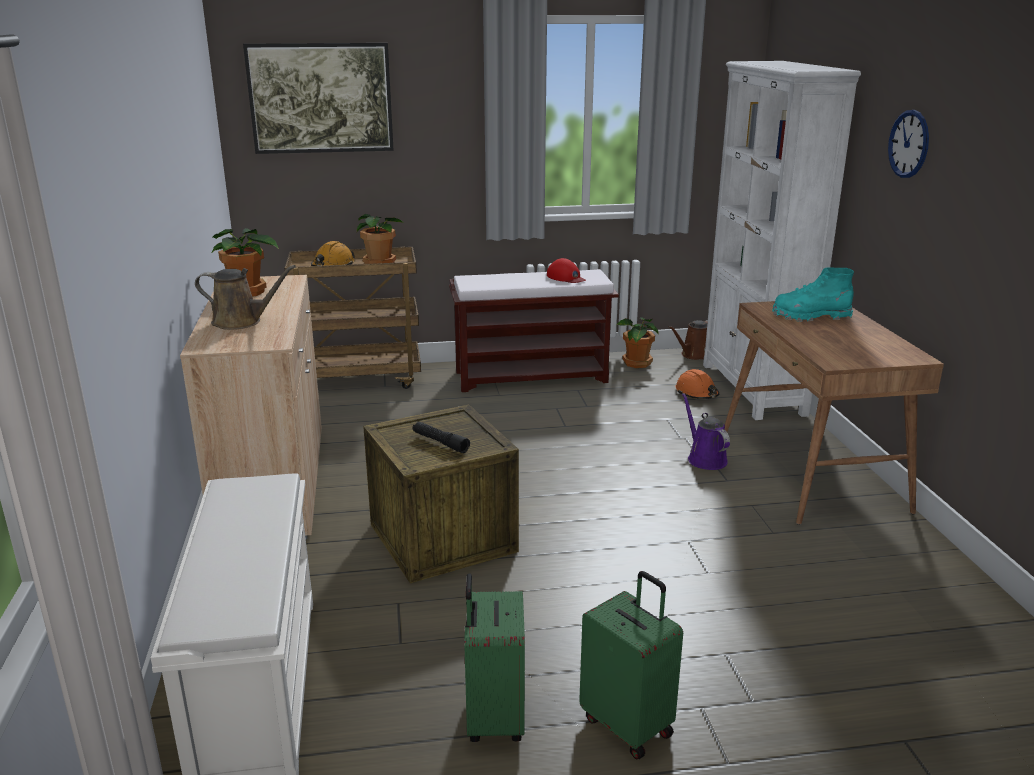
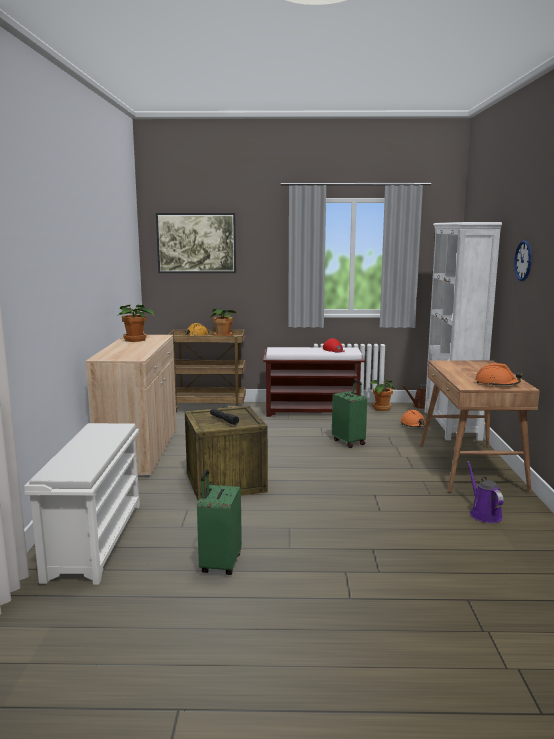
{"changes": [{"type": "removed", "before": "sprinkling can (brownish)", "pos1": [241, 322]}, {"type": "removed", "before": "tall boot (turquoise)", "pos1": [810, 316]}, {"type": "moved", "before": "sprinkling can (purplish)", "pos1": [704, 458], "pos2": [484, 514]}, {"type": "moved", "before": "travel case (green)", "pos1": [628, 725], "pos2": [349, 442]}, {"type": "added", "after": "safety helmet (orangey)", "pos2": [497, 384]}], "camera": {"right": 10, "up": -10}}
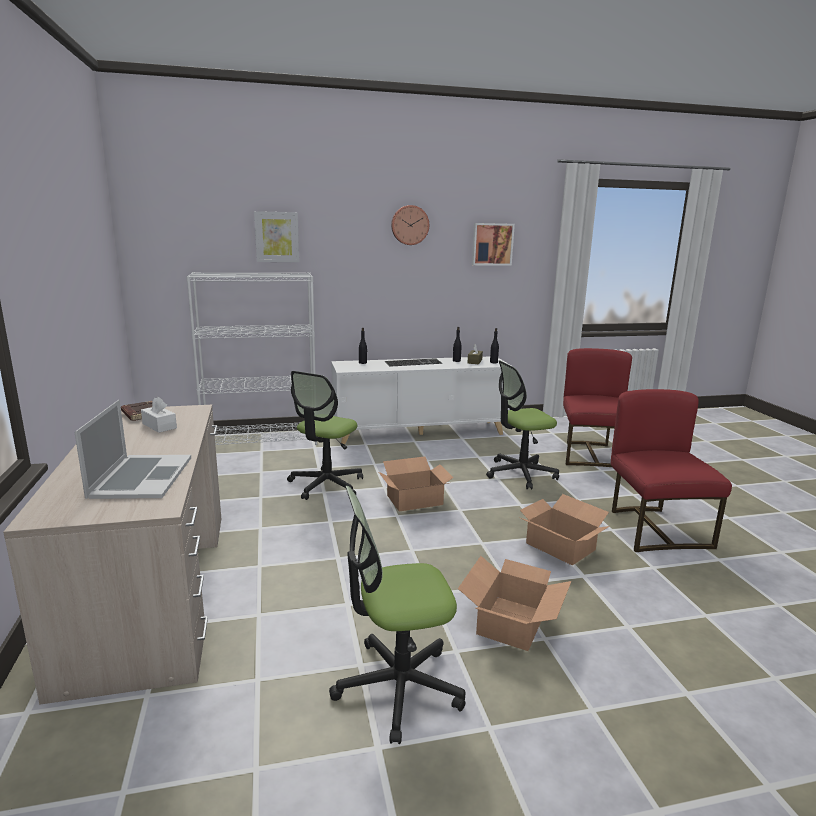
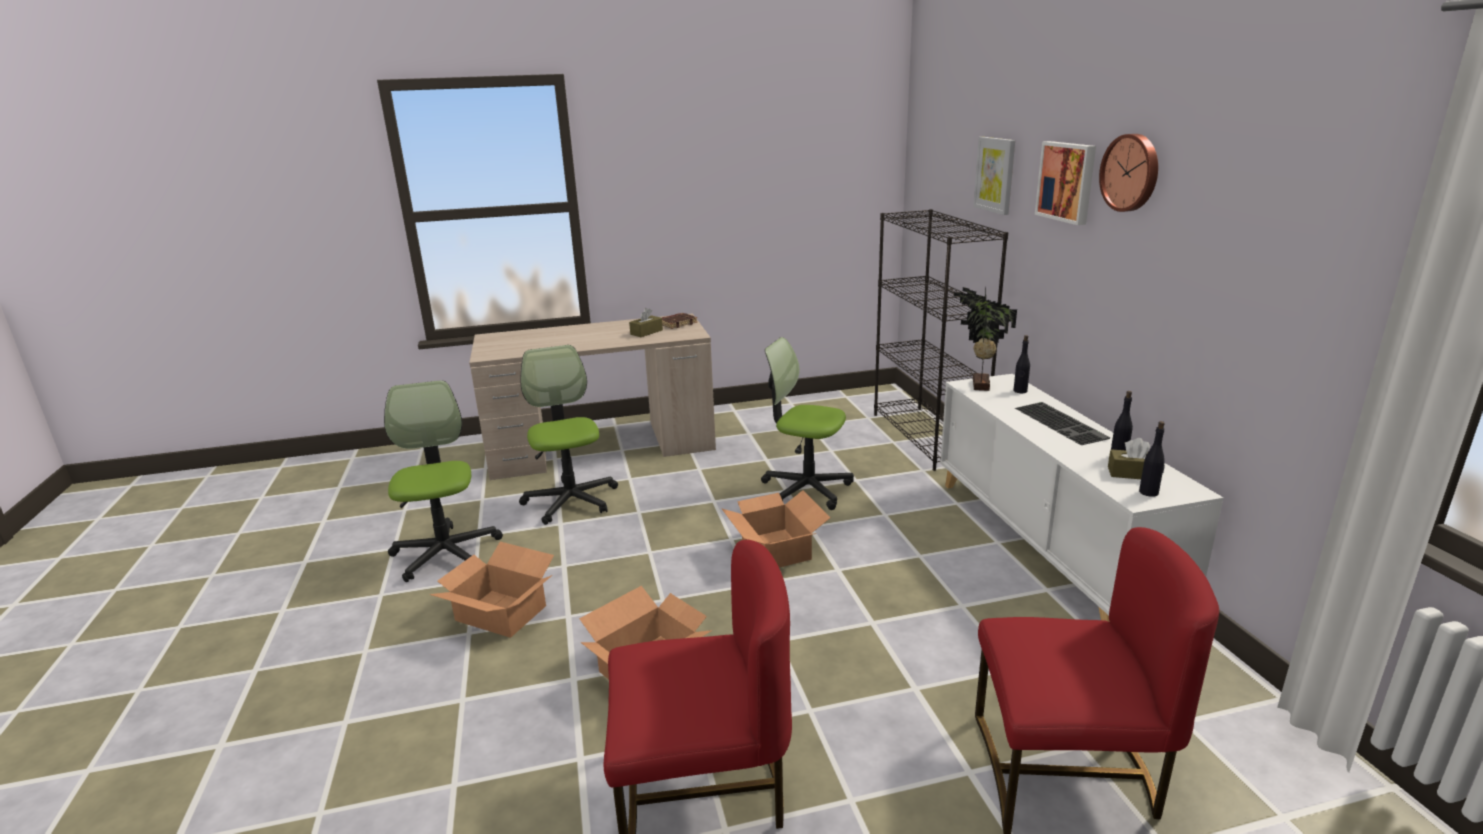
{"changes": [{"type": "moved", "before": "picture", "pos1": [492, 244], "pos2": [1067, 181]}, {"type": "recoloured", "before": "bookcase (whitish)", "after": "bookcase (black)", "pos1": [262, 440], "pos2": [927, 437]}, {"type": "moved", "before": "computer chair", "pos1": [520, 473], "pos2": [571, 501]}, {"type": "recoloured", "before": "box of tissues (whitish)", "after": "box of tissues (brownish)", "pos1": [159, 426], "pos2": [646, 332]}, {"type": "removed", "before": "laptop", "pos1": [141, 477]}, {"type": "added", "after": "houseplant", "pos2": [978, 385]}], "camera": {"right": 90, "up": 5}}
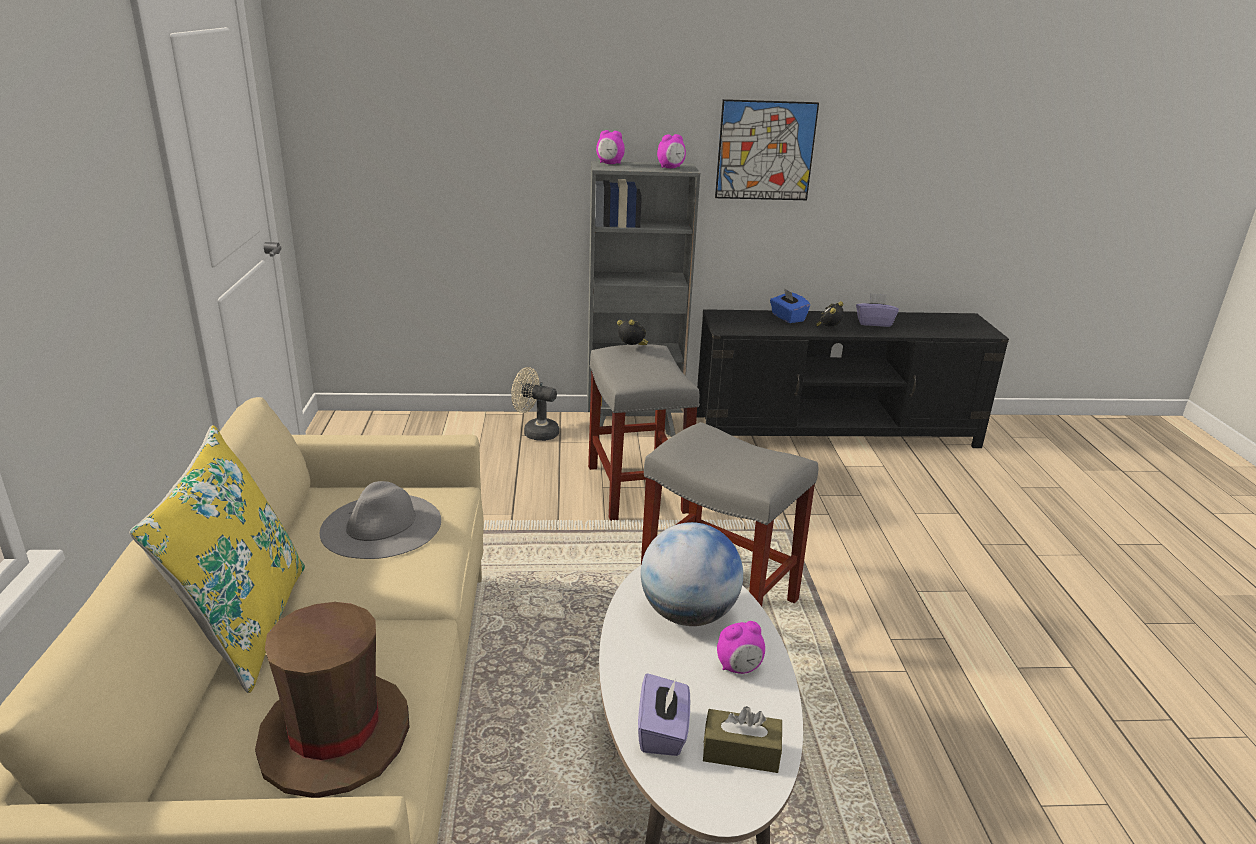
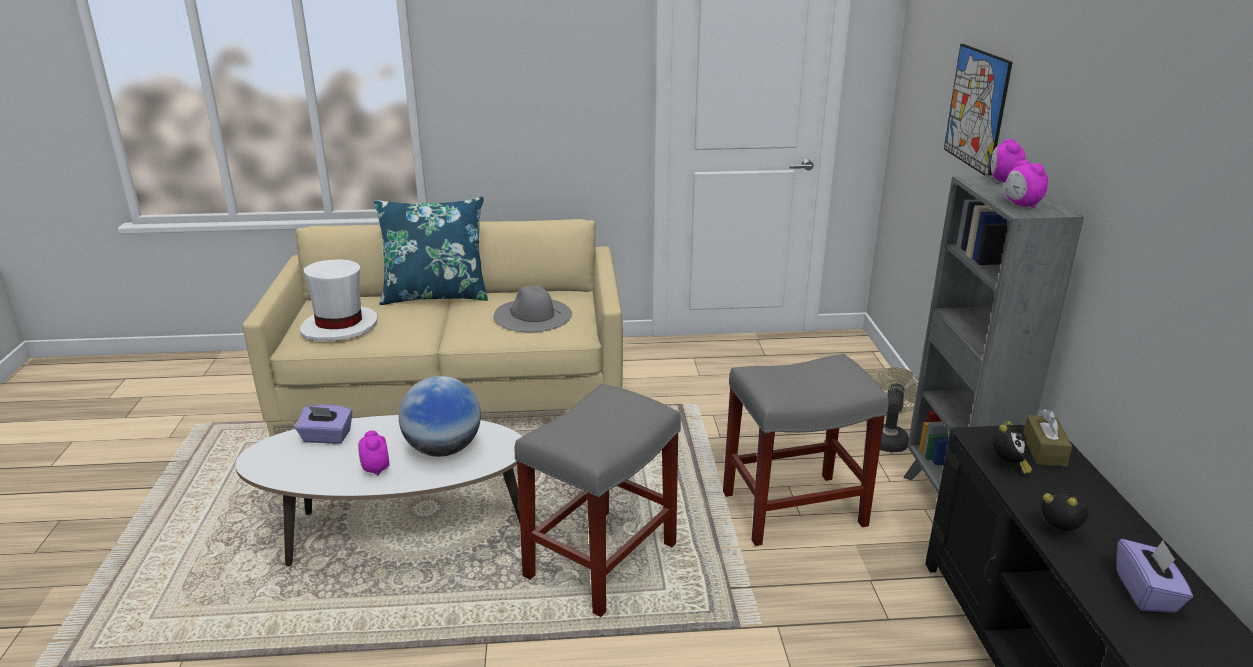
{"changes": [{"type": "moved", "before": "picture", "pos1": [765, 151], "pos2": [976, 109]}, {"type": "removed", "before": "box of tissues (bluish)", "pos1": [787, 318]}, {"type": "moved", "before": "alarm clock", "pos1": [632, 348], "pos2": [1008, 465]}, {"type": "recoloured", "before": "pillow (yellow-coloured)", "after": "pillow (bluish)", "pos1": [244, 625], "pos2": [436, 295]}, {"type": "recoloured", "before": "clothing hat (brownish)", "after": "clothing hat (whitish)", "pos1": [335, 735], "pos2": [340, 327]}, {"type": "moved", "before": "box of tissues (brownish)", "pos1": [741, 752], "pos2": [1044, 450]}], "camera": {"right": 90, "up": 0}}
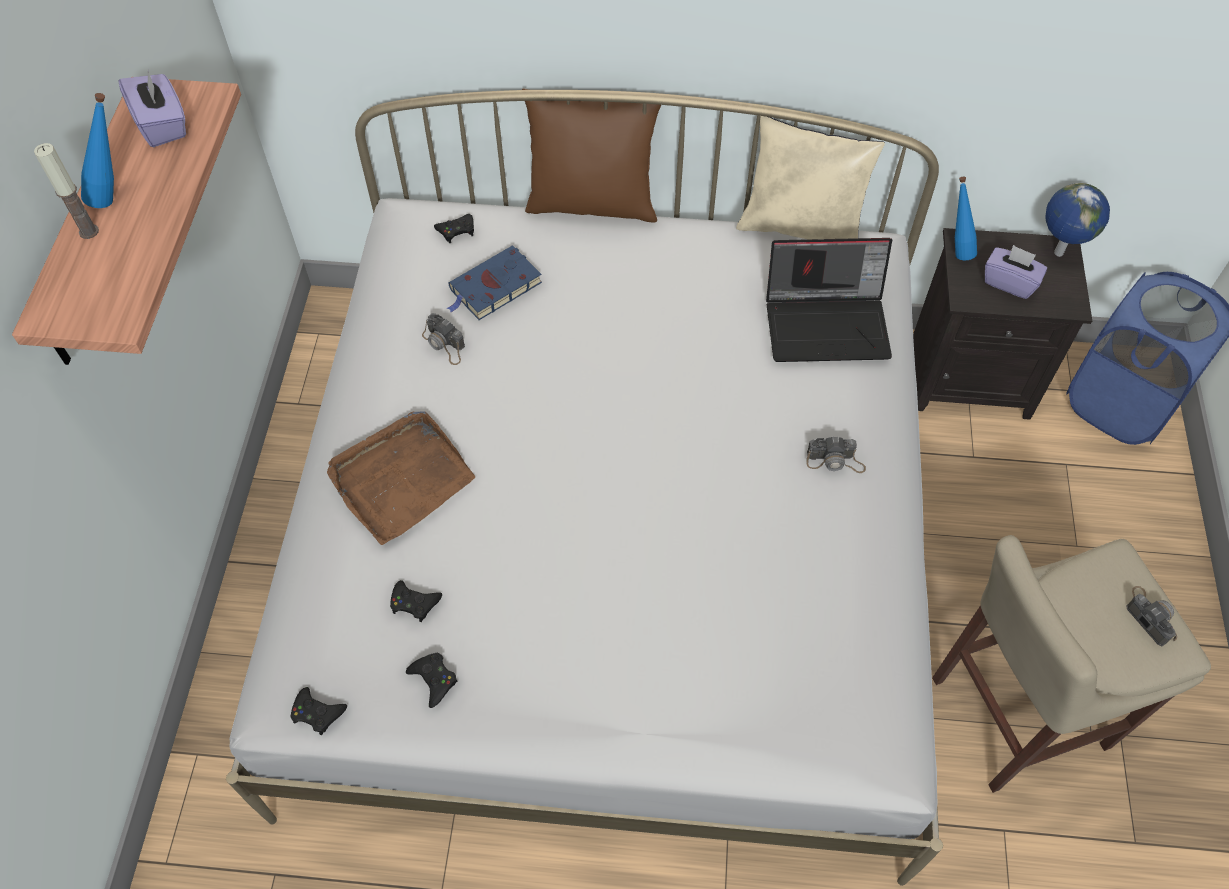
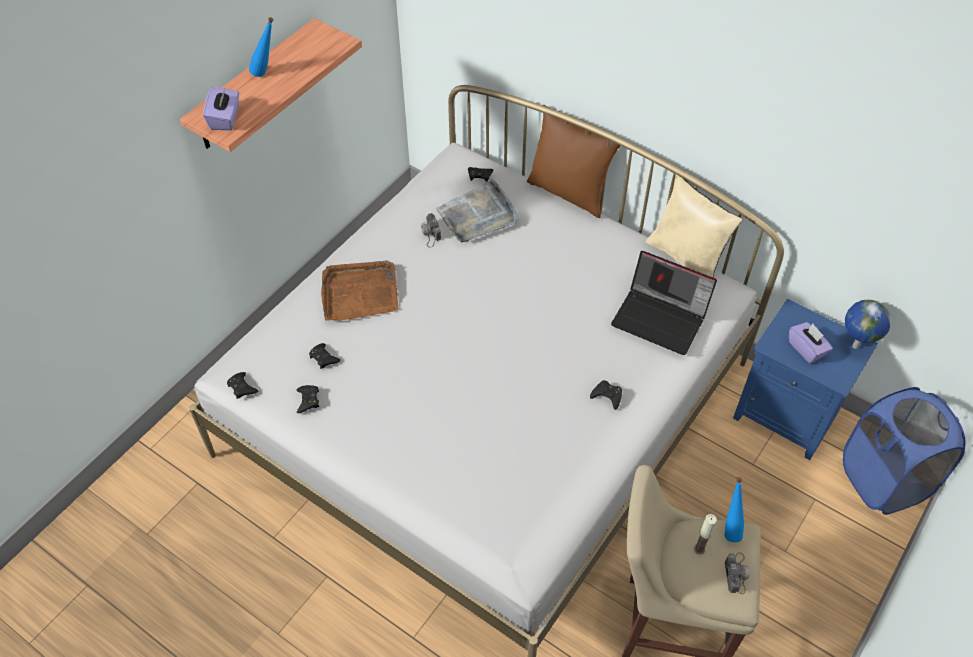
{"changes": [{"type": "moved", "before": "box of tissues (purplish)", "pos1": [162, 125], "pos2": [225, 119]}, {"type": "moved", "before": "wax candle", "pos1": [89, 231], "pos2": [699, 549]}, {"type": "moved", "before": "bottle (bluish)", "pos1": [955, 249], "pos2": [729, 528]}, {"type": "recoloured", "before": "bedside table (black)", "after": "bedside table (bluish)", "pos1": [971, 376], "pos2": [787, 415]}, {"type": "replaced", "before": "book (bluish)", "after": "carrying tray (greyish)", "pos1": [494, 288], "pos2": [478, 215]}, {"type": "replaced", "before": "still camera", "after": "game controller (black)", "pos1": [835, 461], "pos2": [607, 396]}], "camera": {"right": 30, "up": -5}}
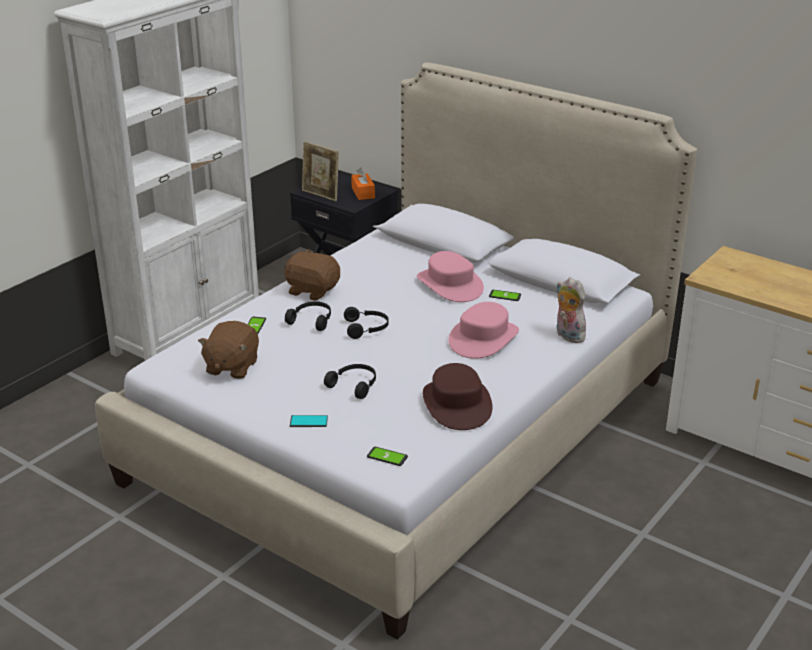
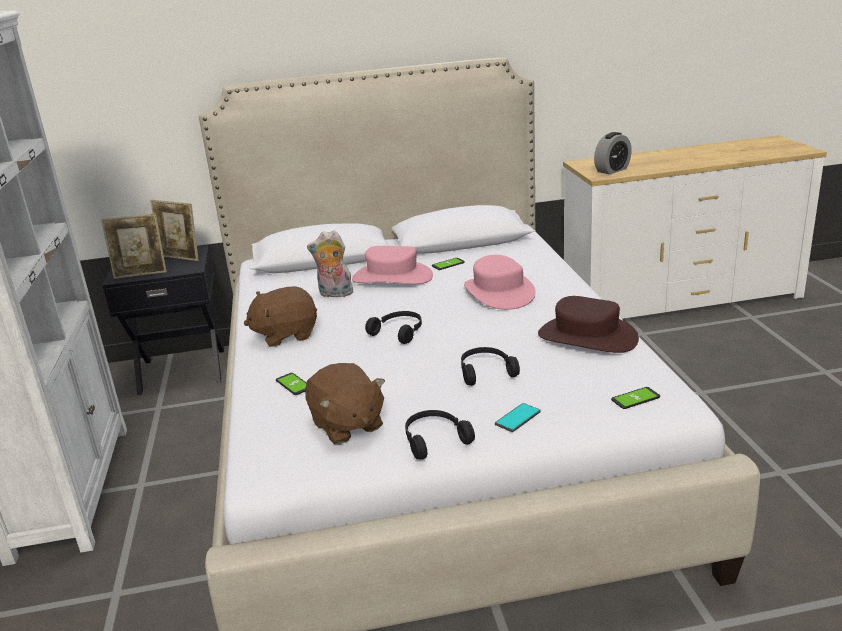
{"changes": [{"type": "replaced", "before": "box of tissues (orangey)", "after": "photo frame", "pos1": [363, 193], "pos2": [180, 258]}, {"type": "moved", "before": "cuddly toy", "pos1": [567, 336], "pos2": [334, 294]}, {"type": "moved", "before": "headset (black)", "pos1": [312, 320], "pos2": [434, 439]}, {"type": "added", "after": "alarm clock", "pos2": [612, 170]}], "camera": {"right": -45, "up": -5}}
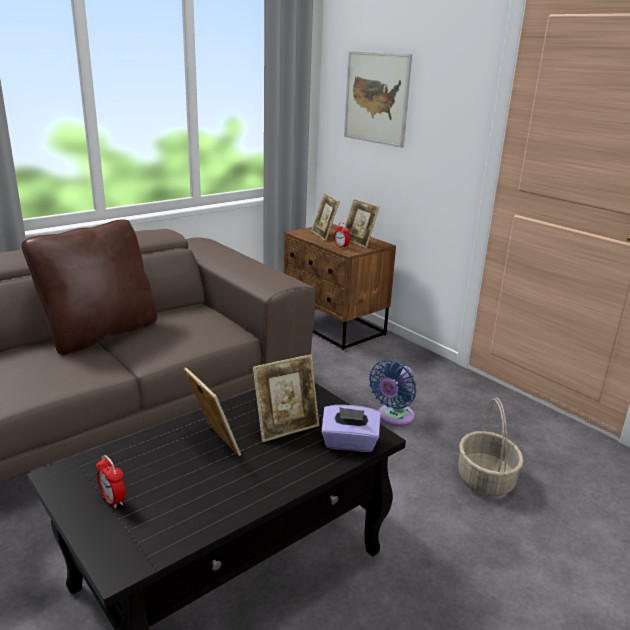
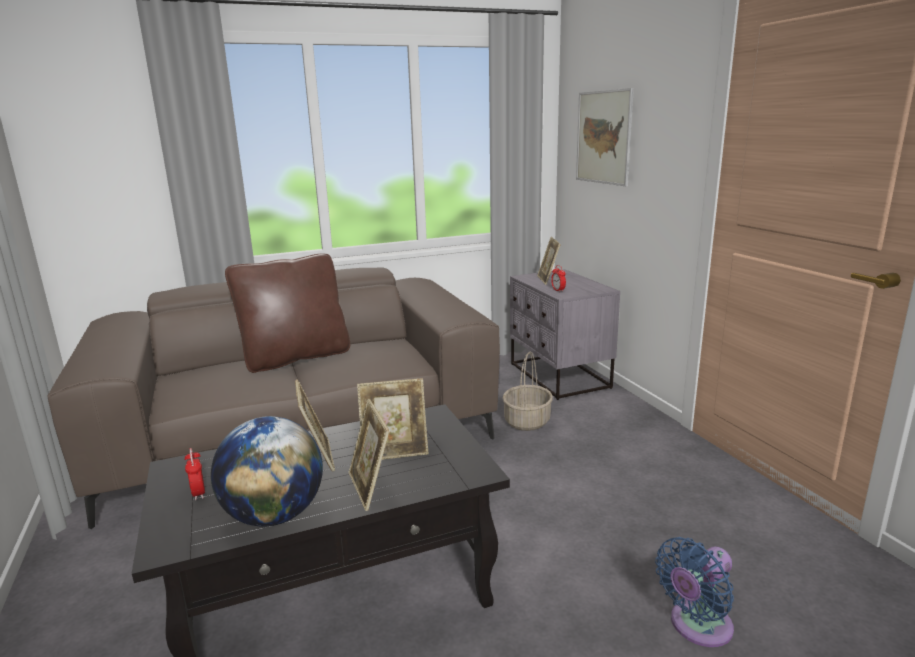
{"changes": [{"type": "moved", "before": "photo frame", "pos1": [358, 242], "pos2": [370, 488]}, {"type": "recoloured", "before": "bedside table (brownish)", "after": "bedside table (greyish)", "pos1": [333, 326], "pos2": [558, 376]}, {"type": "moved", "before": "fan (bluish)", "pos1": [394, 417], "pos2": [697, 626]}, {"type": "moved", "before": "household basket", "pos1": [486, 480], "pos2": [527, 422]}, {"type": "removed", "before": "box of tissues (purplish)", "pos1": [349, 443]}, {"type": "added", "after": "world globe", "pos2": [274, 515]}], "camera": {"right": 20, "up": -5}}
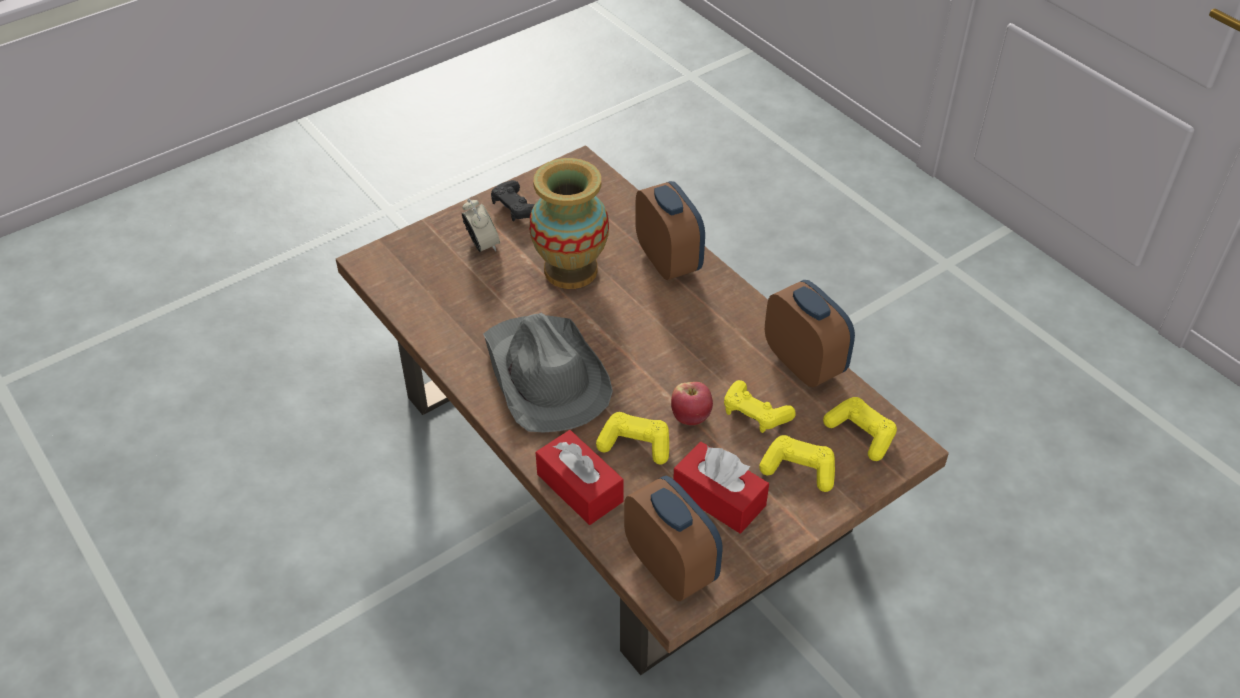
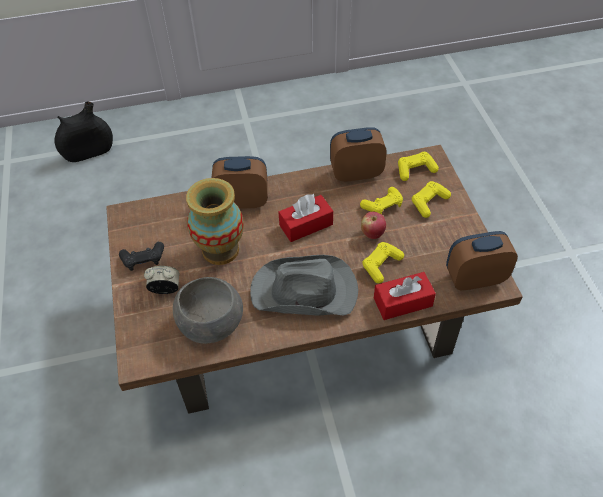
{"changes": [{"type": "moved", "before": "box of tissues (reddish)", "pos1": [719, 498], "pos2": [306, 225]}, {"type": "added", "after": "vase (black)", "pos2": [89, 152]}, {"type": "added", "after": "bowl (greyish)", "pos2": [210, 323]}], "camera": {"right": -65, "up": 5}}
